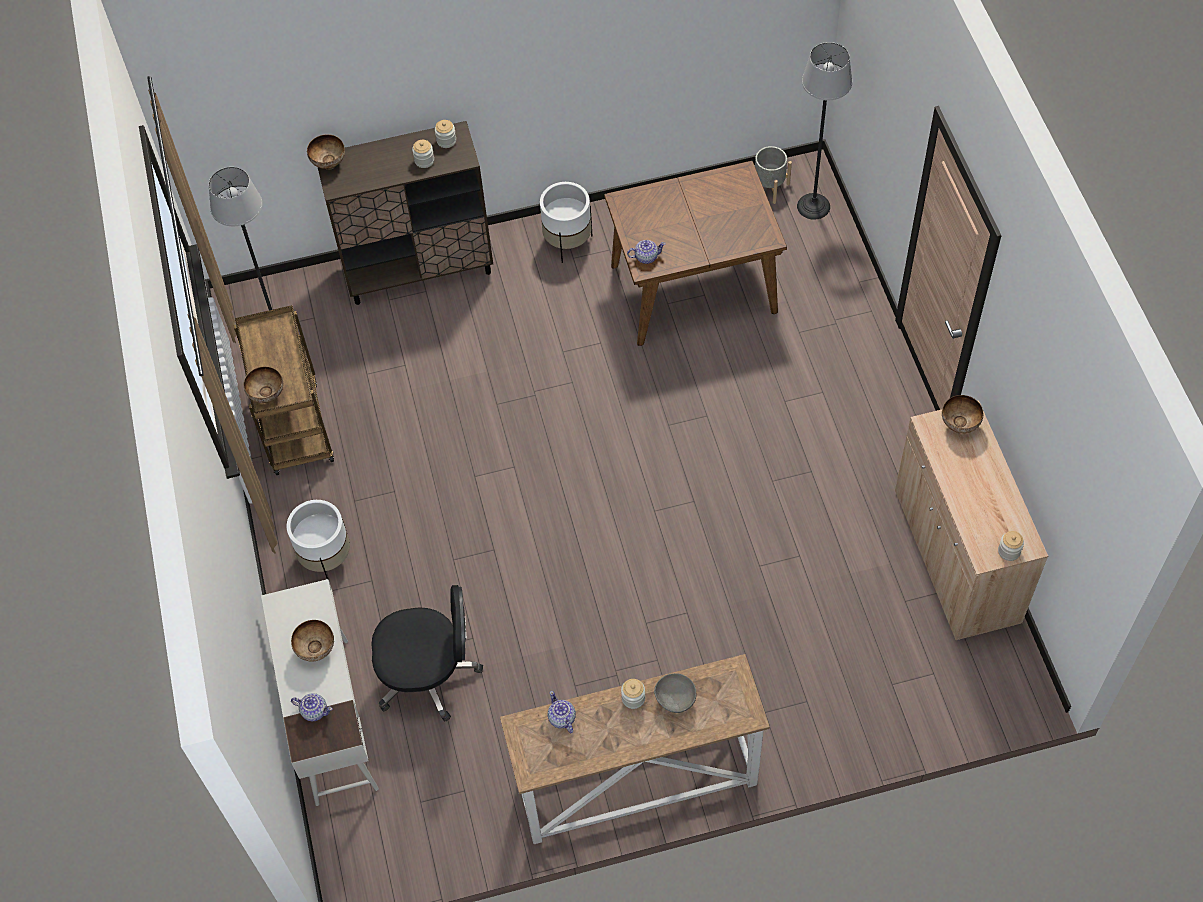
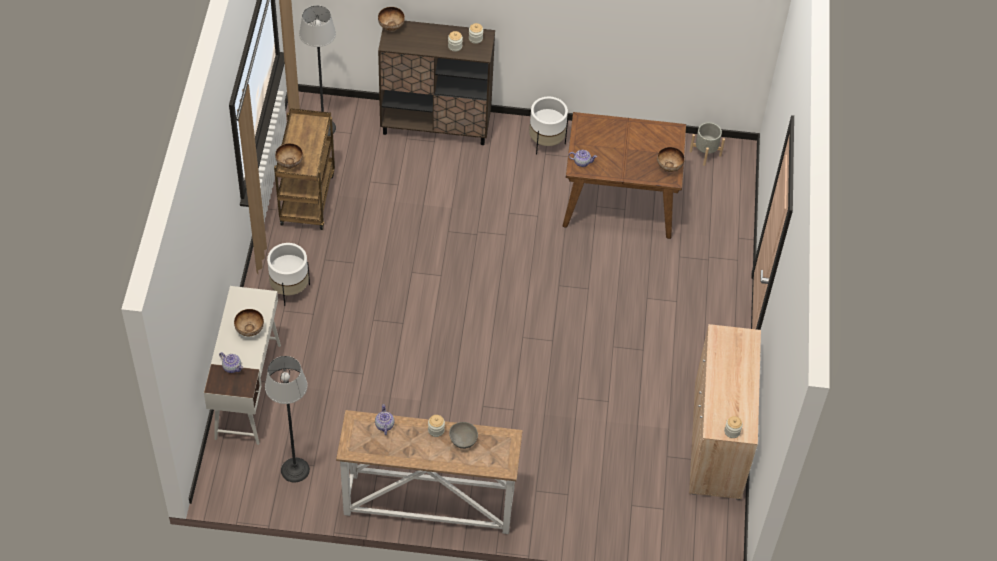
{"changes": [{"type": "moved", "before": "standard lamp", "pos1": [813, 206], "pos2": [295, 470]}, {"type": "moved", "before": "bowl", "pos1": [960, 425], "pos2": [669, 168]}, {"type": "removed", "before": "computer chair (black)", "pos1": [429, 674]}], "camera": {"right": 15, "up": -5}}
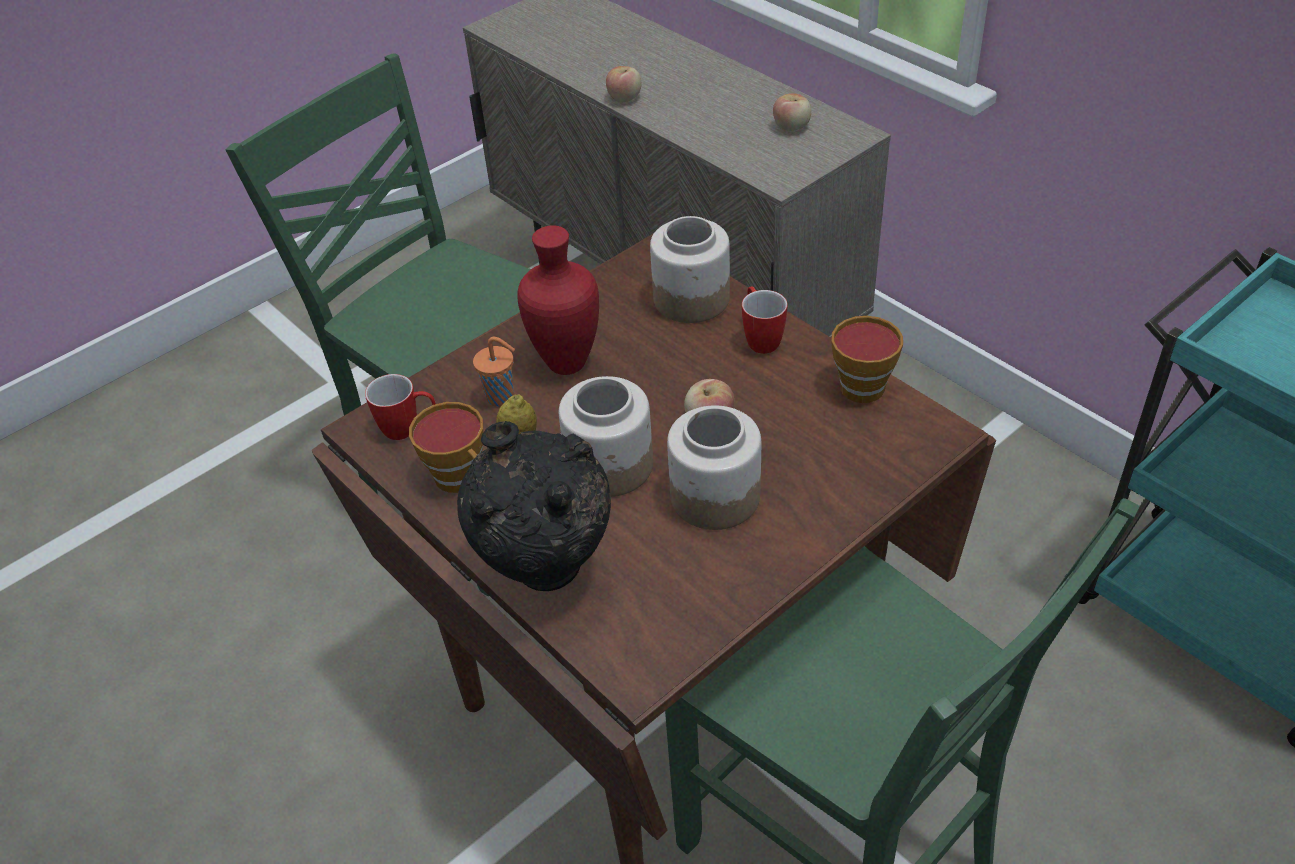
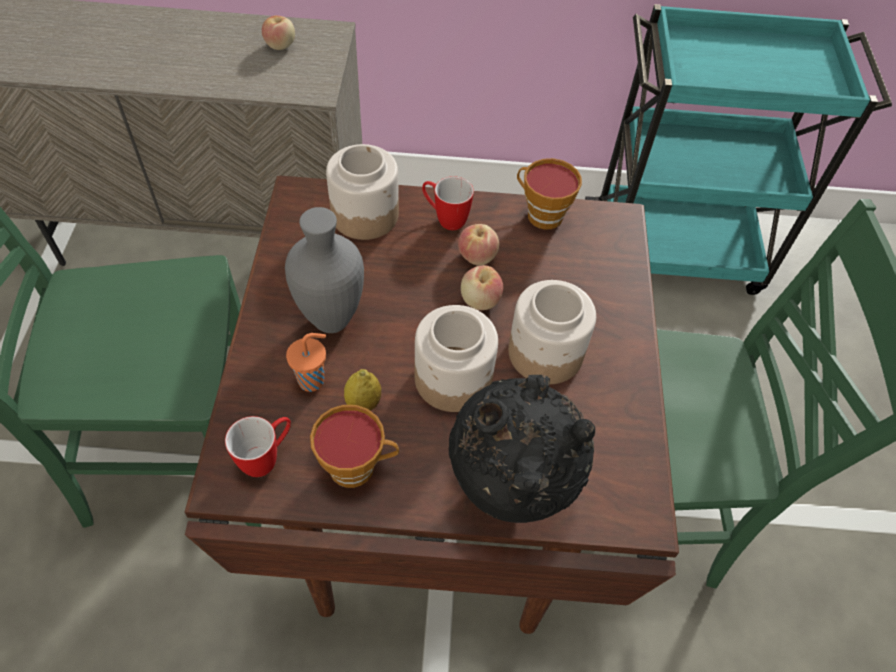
{"changes": [{"type": "moved", "before": "whole apple", "pos1": [624, 98], "pos2": [477, 256]}, {"type": "recoloured", "before": "vase (reddish)", "after": "vase (greyish)", "pos1": [564, 363], "pos2": [329, 321]}], "camera": {"right": -50, "up": 10}}
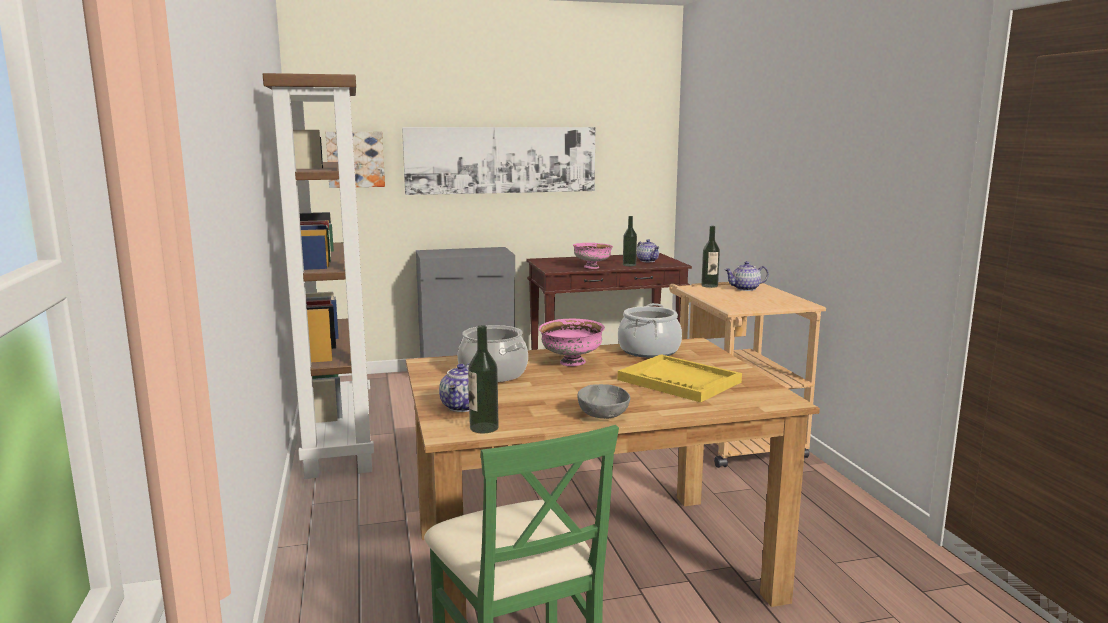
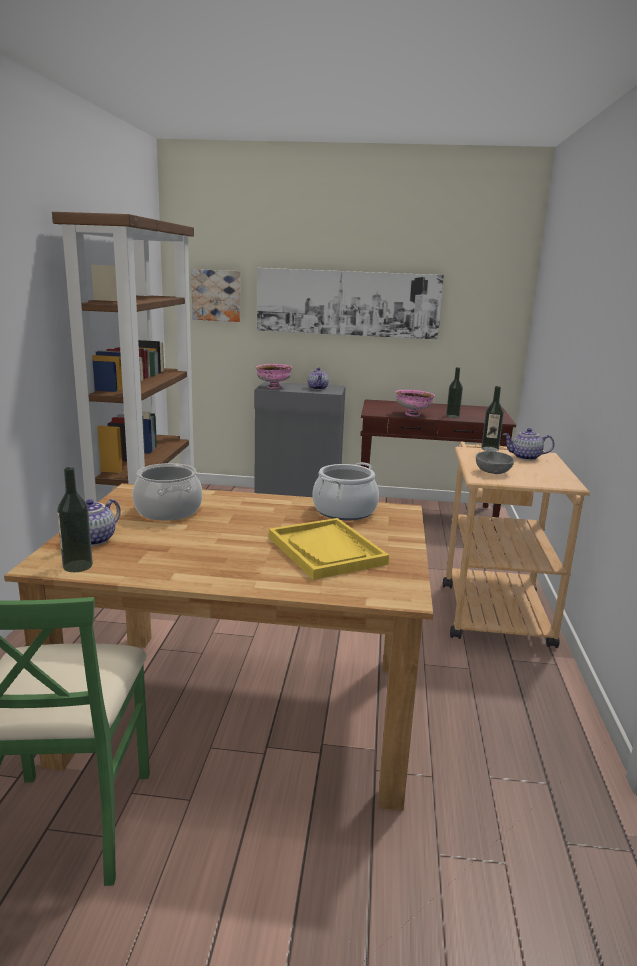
{"changes": [{"type": "moved", "before": "teapot", "pos1": [648, 261], "pos2": [318, 388]}, {"type": "moved", "before": "bowl (pink-coloured)", "pos1": [572, 363], "pos2": [273, 387]}, {"type": "moved", "before": "bowl (greyish)", "pos1": [604, 415], "pos2": [493, 472]}], "camera": {"right": 20, "up": 5}}
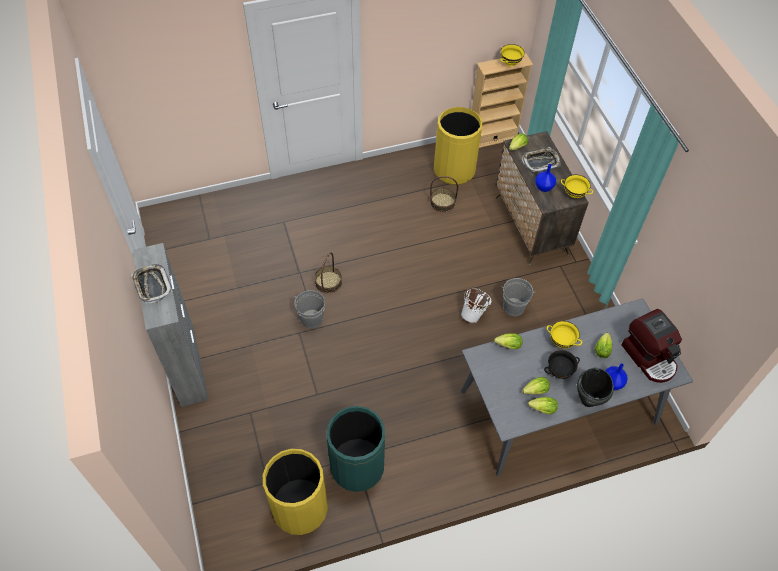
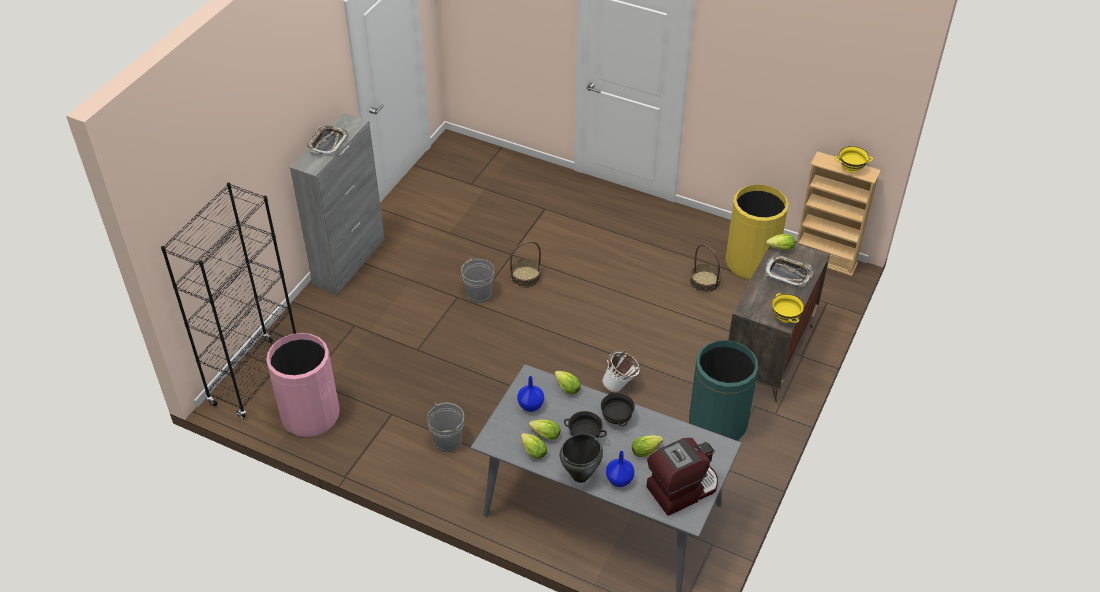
{"changes": [{"type": "moved", "before": "vase (bluish)", "pos1": [543, 187], "pos2": [530, 406]}, {"type": "moved", "before": "bucket (greyish)", "pos1": [513, 307], "pos2": [447, 441]}, {"type": "turned", "before": "coffee brewer", "pos1": [649, 357], "pos2": [682, 488], "turn": -135}, {"type": "recoloured", "before": "bowl (yellow-coloured)", "after": "bowl (black)", "pos1": [561, 342], "pos2": [616, 419]}, {"type": "moved", "before": "rubbish bin (green)", "pos1": [357, 467], "pos2": [717, 423]}, {"type": "recoloured", "before": "rubbish bin (yellow-coloured)", "after": "rubbish bin (pink-coloured)", "pos1": [300, 508], "pos2": [310, 415]}, {"type": "added", "after": "bookcase (black)", "pos2": [256, 378]}], "camera": {"right": 45, "up": -10}}
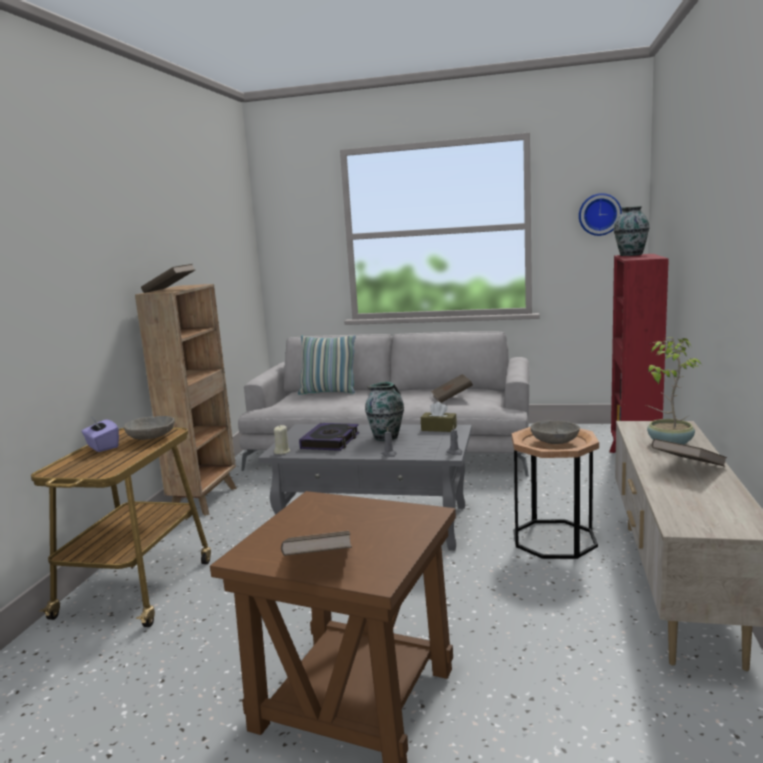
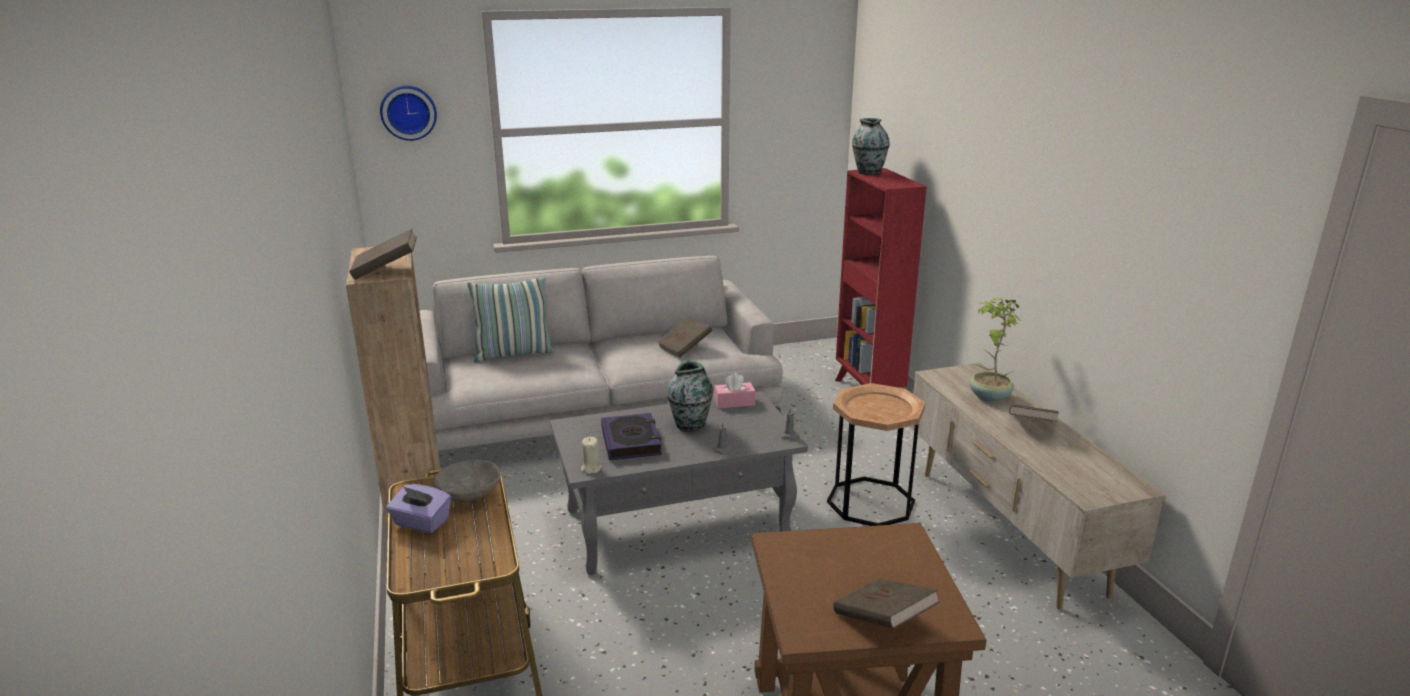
{"changes": [{"type": "moved", "before": "clock on the wall", "pos1": [599, 214], "pos2": [408, 112]}, {"type": "recoloured", "before": "box of tissues (brownish)", "after": "box of tissues (pink-coloured)", "pos1": [439, 428], "pos2": [734, 402]}, {"type": "removed", "before": "bowl (greyish)", "pos1": [555, 441]}], "camera": {"right": -30, "up": 10}}
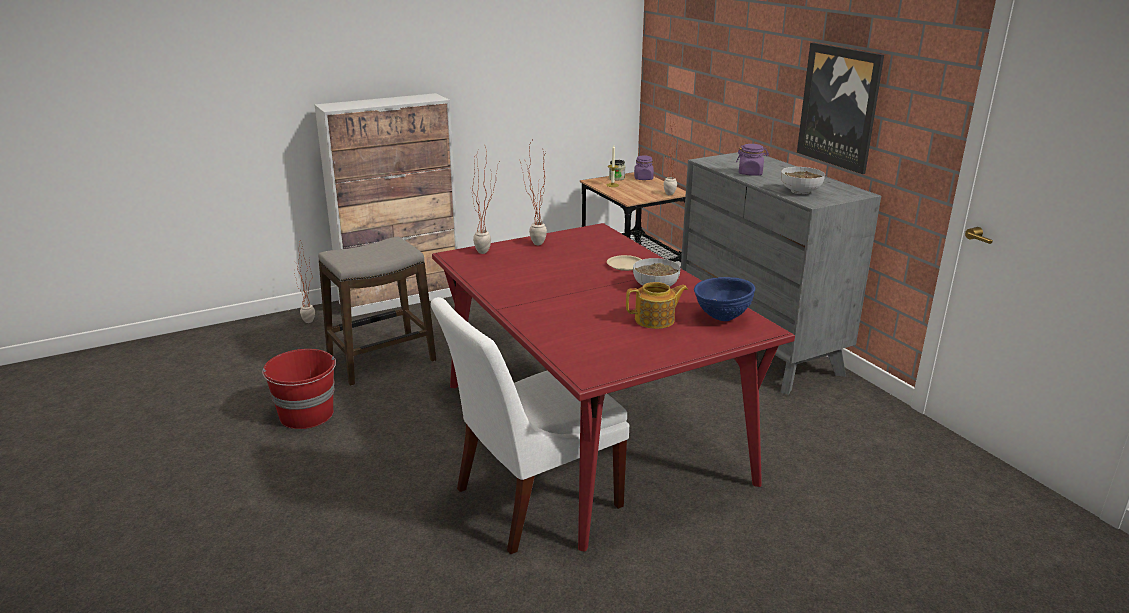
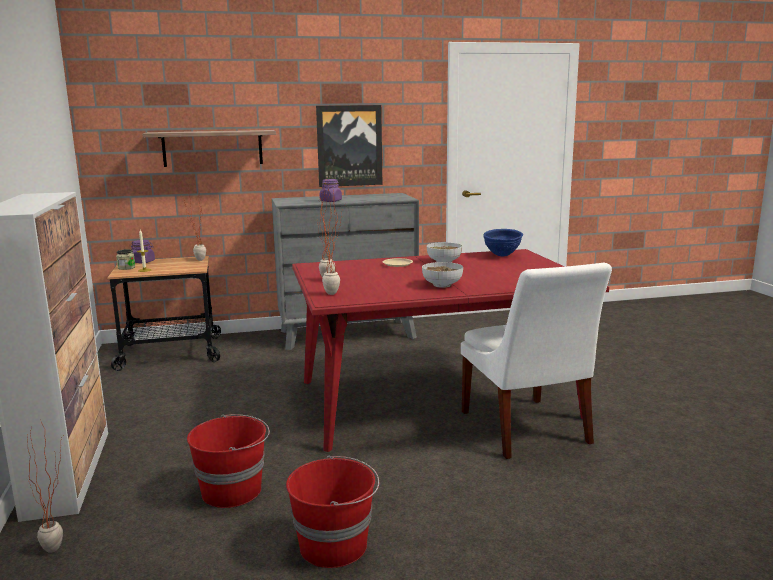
{"changes": [{"type": "moved", "before": "bowl", "pos1": [800, 192], "pos2": [442, 285]}, {"type": "replaced", "before": "sitting stool", "after": "bucket (reddish)", "pos1": [381, 360], "pos2": [233, 490]}, {"type": "removed", "before": "teapot", "pos1": [655, 320]}, {"type": "added", "after": "bracket shelf", "pos2": [212, 148]}], "camera": {"right": -75, "up": -10}}
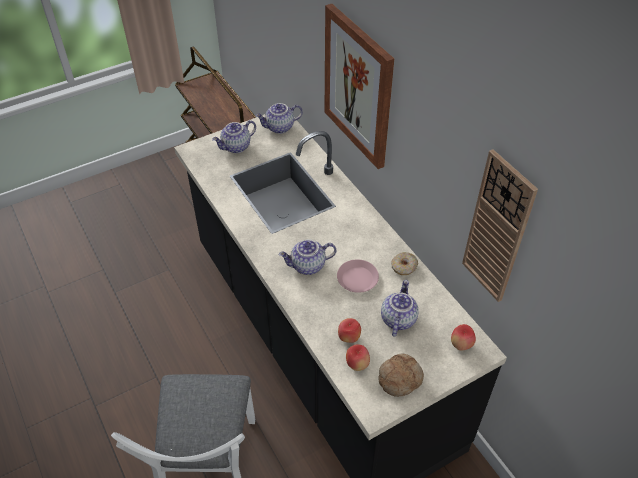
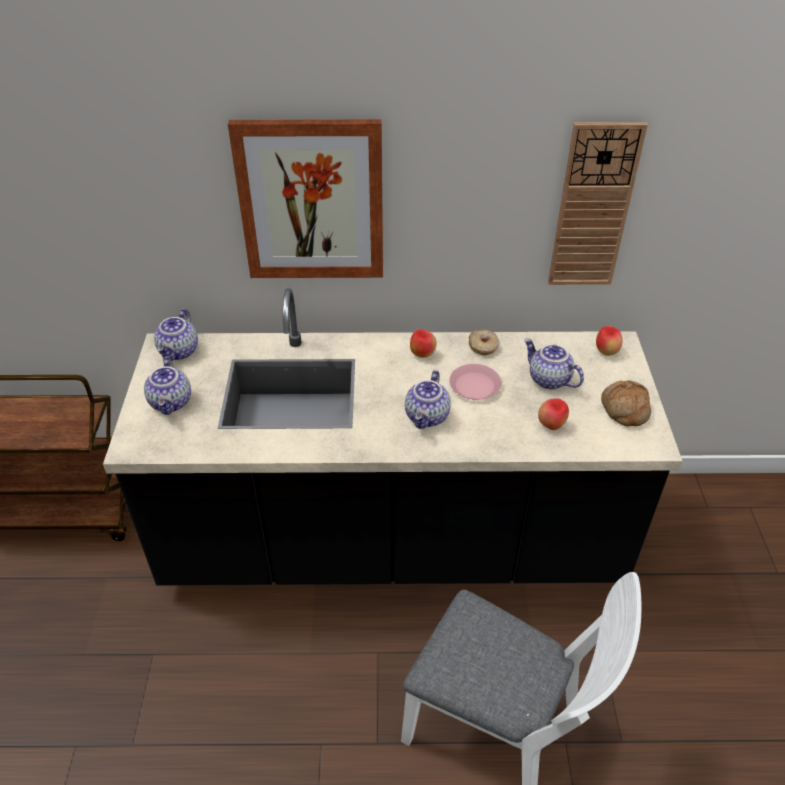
{"changes": [{"type": "moved", "before": "whole apple", "pos1": [357, 365], "pos2": [422, 354]}], "camera": {"right": -60, "up": -5}}
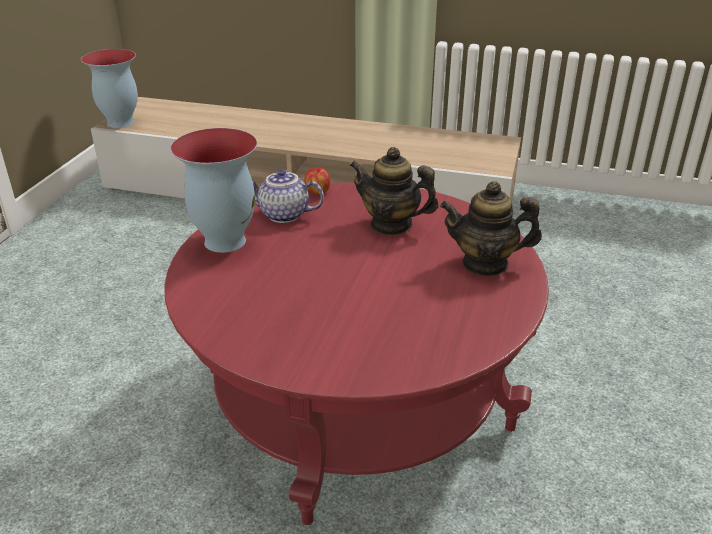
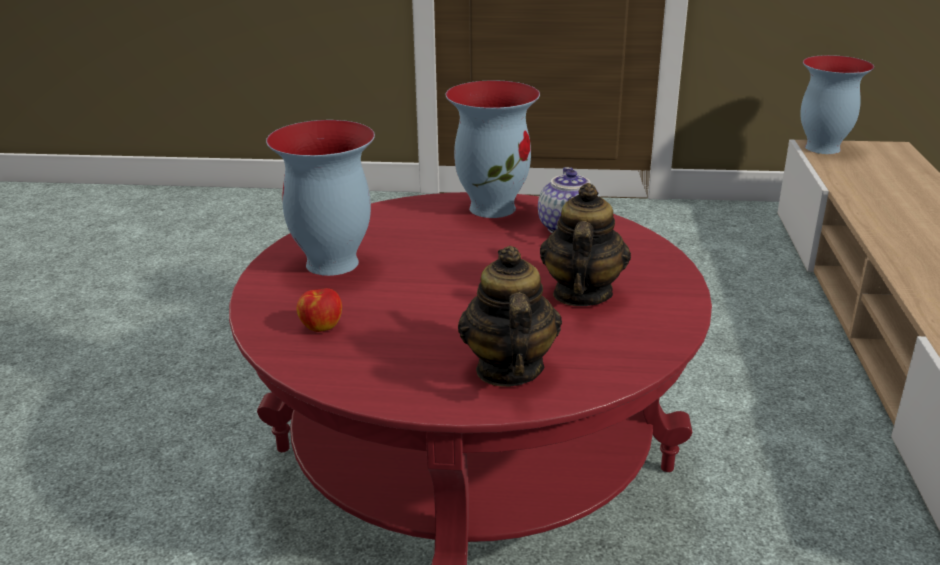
{"changes": [{"type": "moved", "before": "whole apple", "pos1": [317, 192], "pos2": [321, 326]}, {"type": "added", "after": "vase", "pos2": [332, 264]}], "camera": {"right": 80, "up": -5}}
